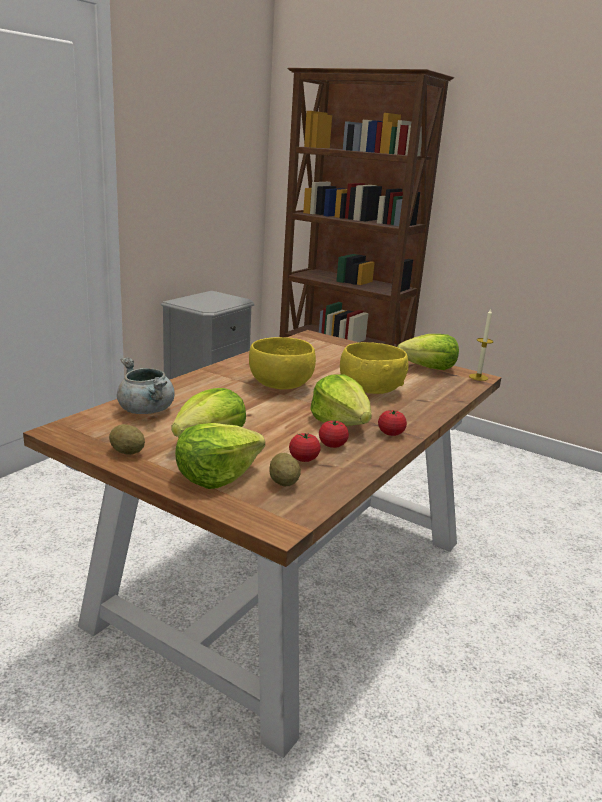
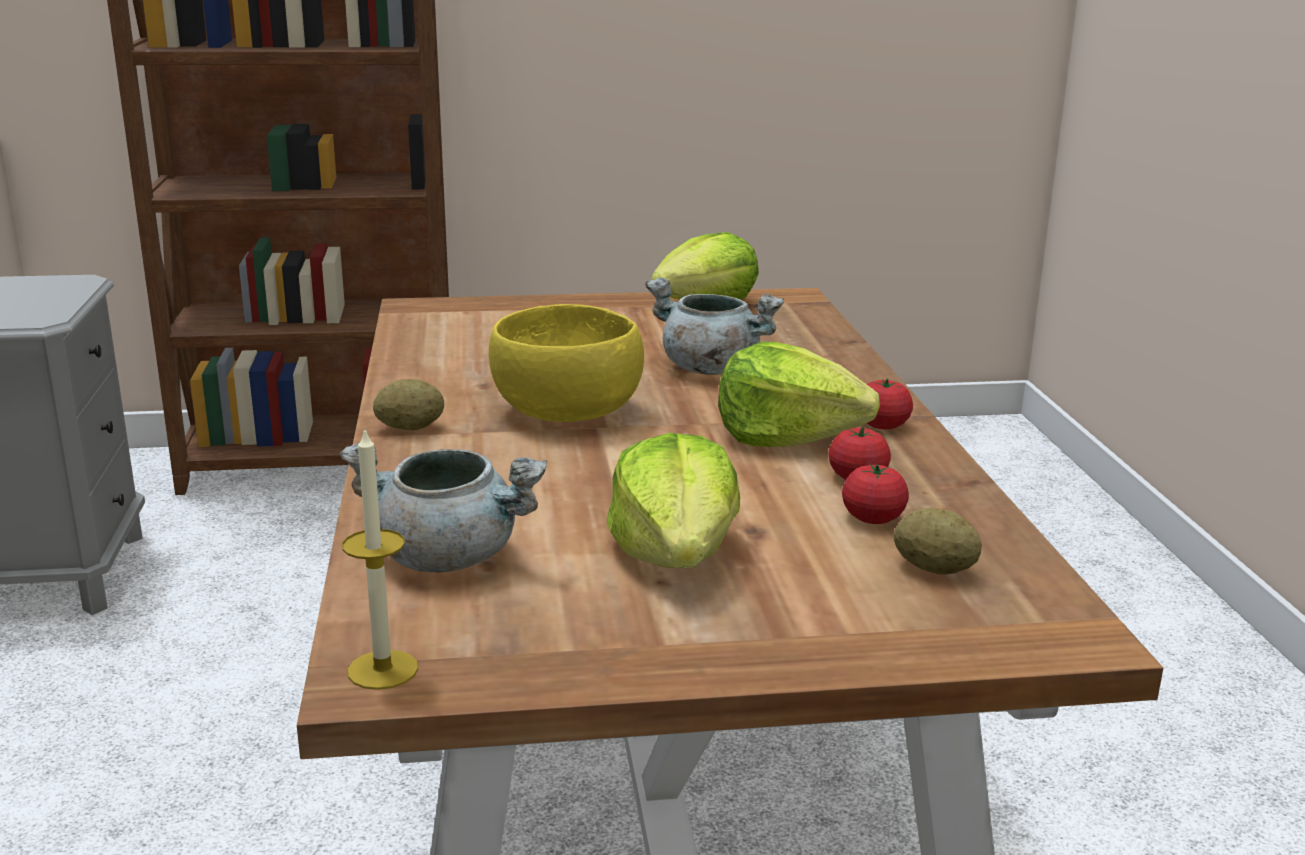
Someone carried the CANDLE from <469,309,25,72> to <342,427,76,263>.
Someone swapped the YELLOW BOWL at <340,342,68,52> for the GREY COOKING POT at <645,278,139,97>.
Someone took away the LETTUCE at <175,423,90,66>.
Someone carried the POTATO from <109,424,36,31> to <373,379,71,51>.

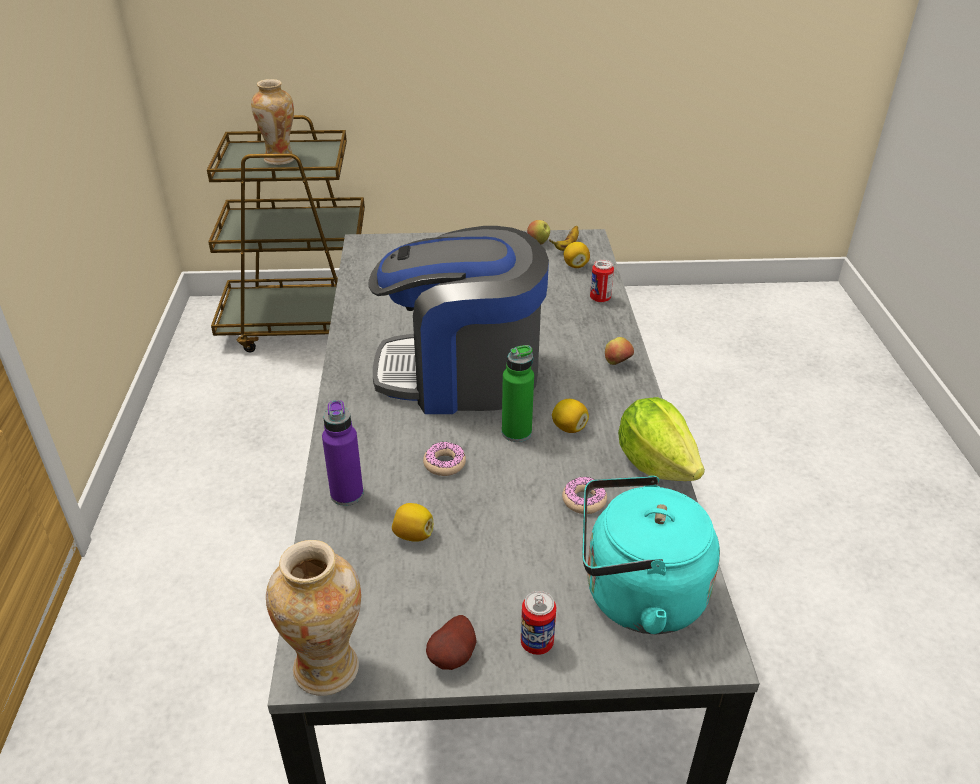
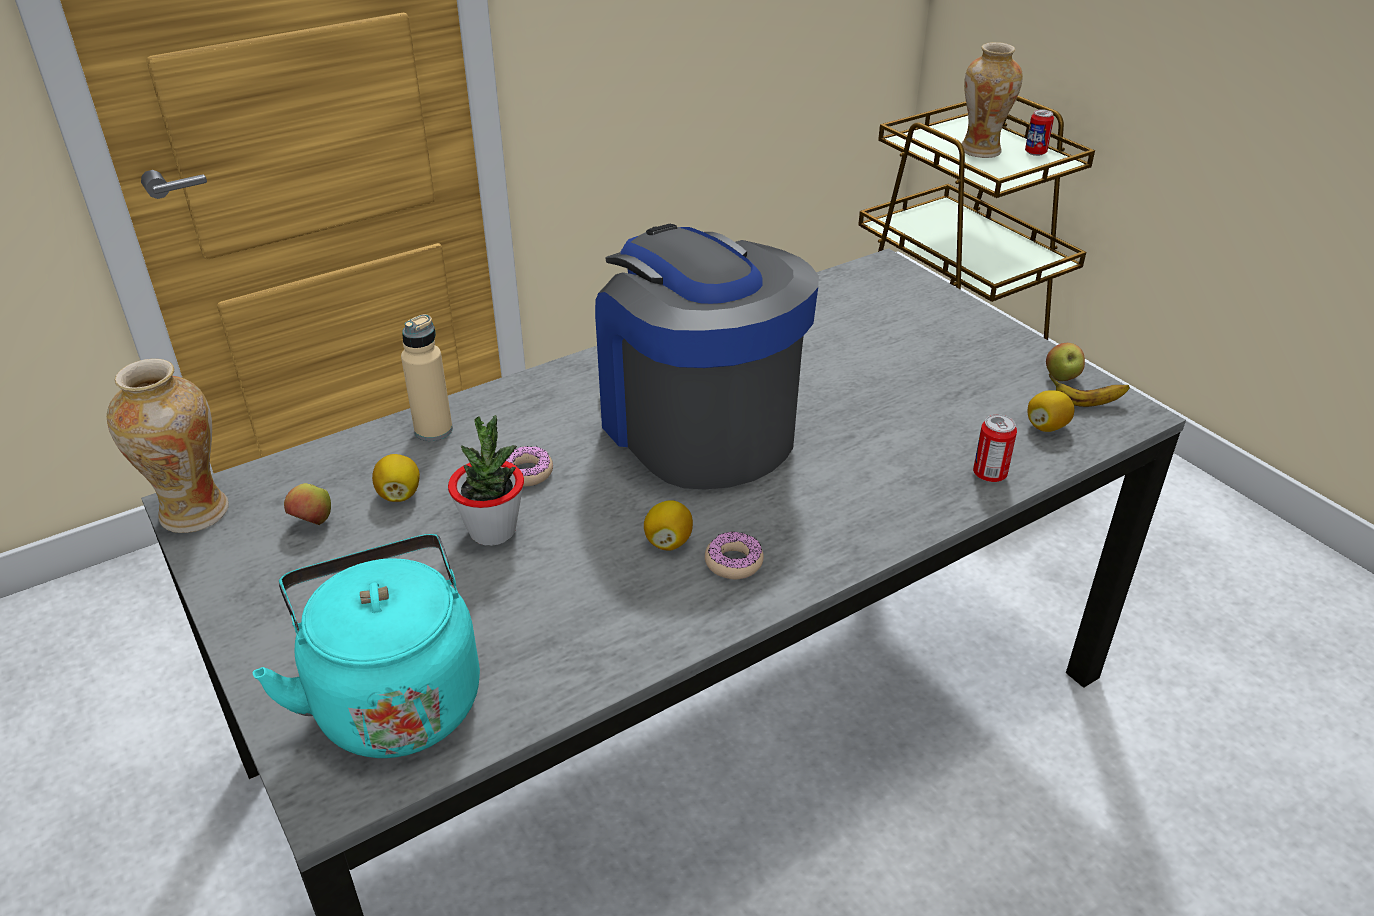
Someone carried the APPLE from <605,337,29,28> to <284,483,47,42>.
Someone took away the GREEN BOTTLE at <502,345,32,97>.
Someone took away the LETTUCE at <618,397,87,84>.
Someone repainted the PURPLE BOTTLE at <322,400,41,106>, which became the BEIGE BOTTLE at <401,314,52,127>.
Someone carried the DONUT from <562,477,45,37> to <705,531,59,48>.
Someone carried the CAN from <521,591,35,64> to <1025,109,29,47>.
Someone took away the POTATO at <426,615,51,55>.
Someone put down the POTTED PLANT at <448,415,76,131>.

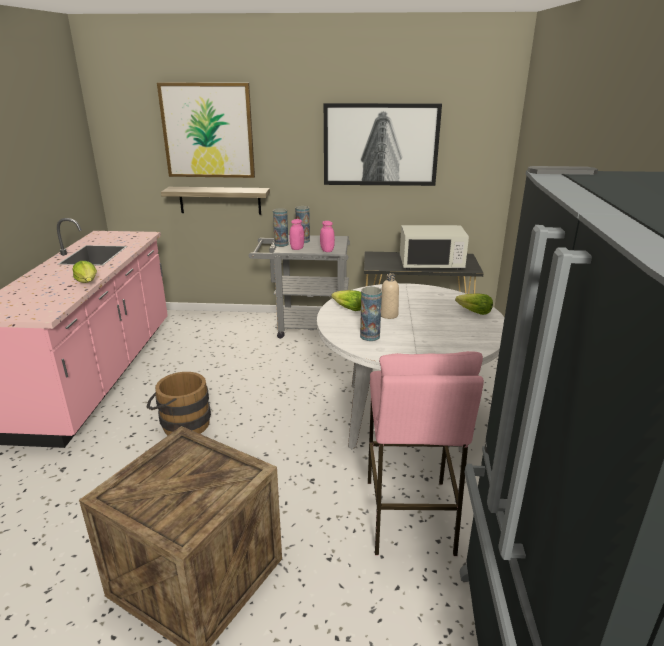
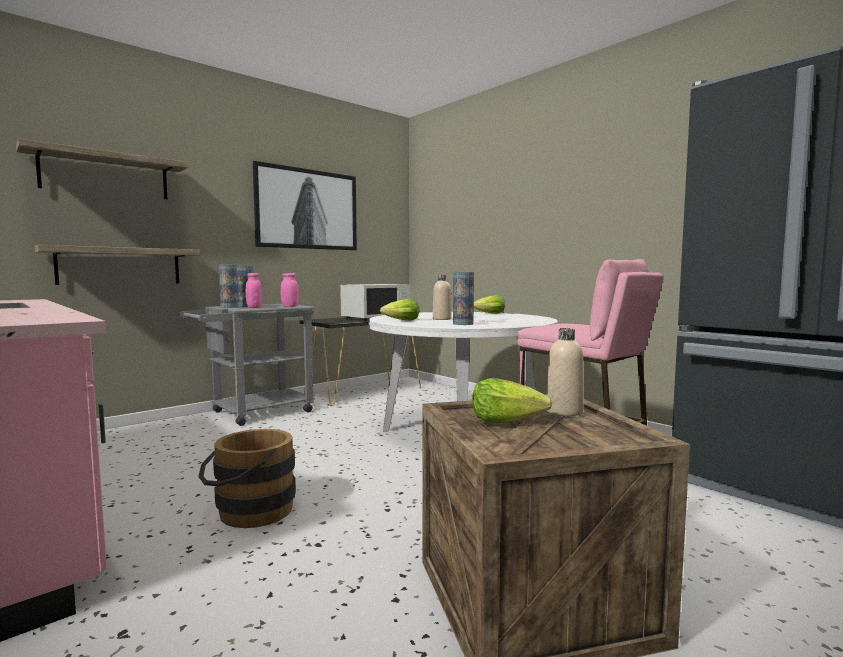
Someone swapped the PICTURE at <157,83,98,95> for the SHELF at <16,139,172,60>.
Someone carried the LETTUCE from <73,261,24,22> to <472,378,80,45>.
Someone put down the BEIGE BOTTLE at <547,328,36,88>.

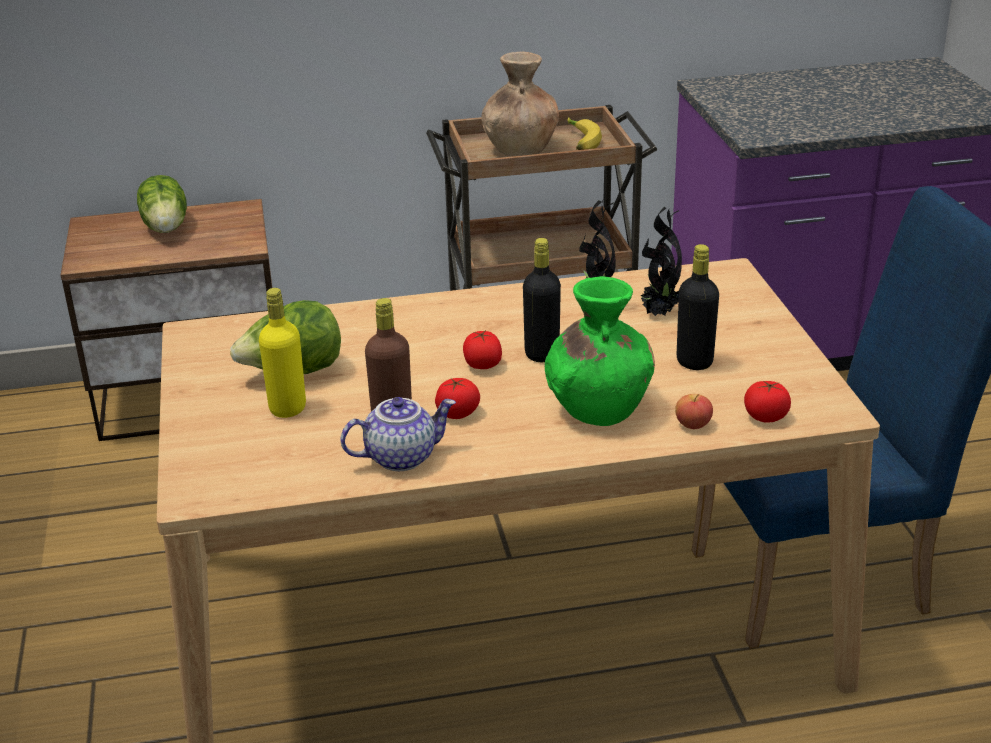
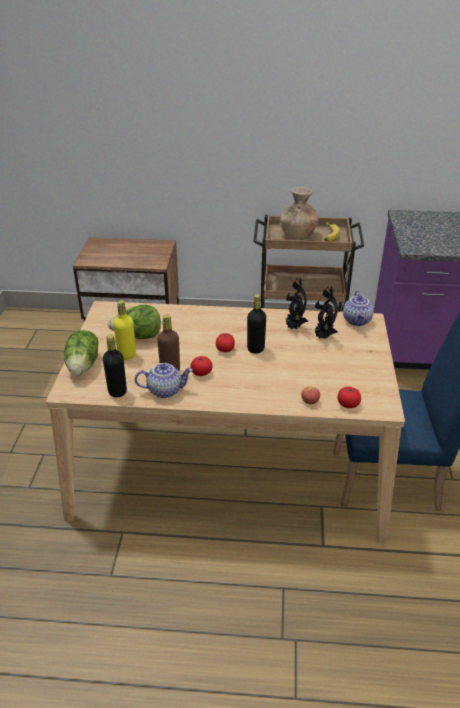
Someone carried the LETTUCE from <137,175,50,58> to <64,330,35,46>.
Someone carried the BLACK BOTTLE from <677,244,42,126> to <103,334,24,64>.
Someone took away the GREEN VASE at <545,276,110,150>.
Someone put down the TEAPOT at <343,291,31,35>.

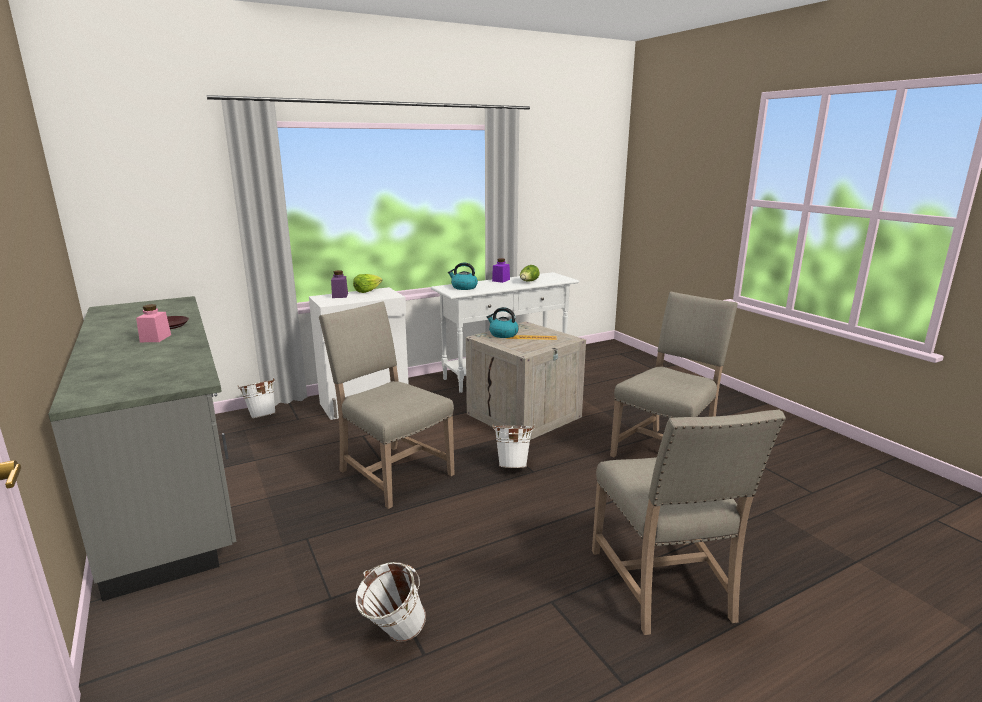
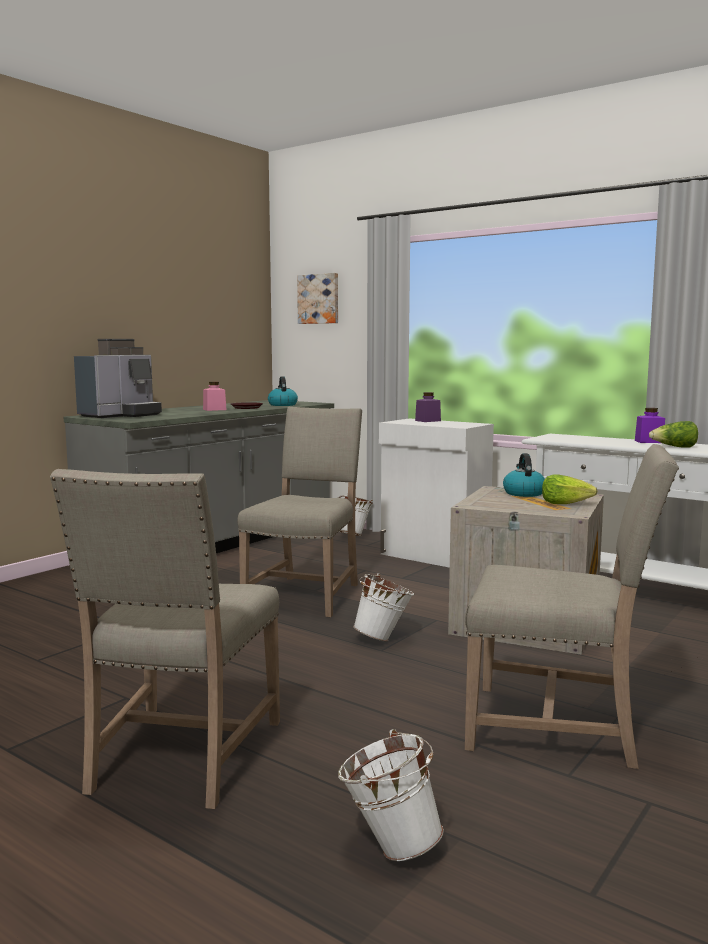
Someone carried the KETTLE from <448,263,30,27> to <268,376,30,30>.
Someone carried the LETTUCE from <353,274,29,19> to <542,474,56,30>.
Someone rotated the BEIGE CHAIR at <592,410,194,225> by 45 degrees counterclockwise.
Someone carried the WHITE BUCKET from <356,562,70,80> to <338,729,106,132>.
Someone put up the PICTURE at <297,273,41,51>.
Someone put down the COFFEE MACHINE at <74,339,88,79>.

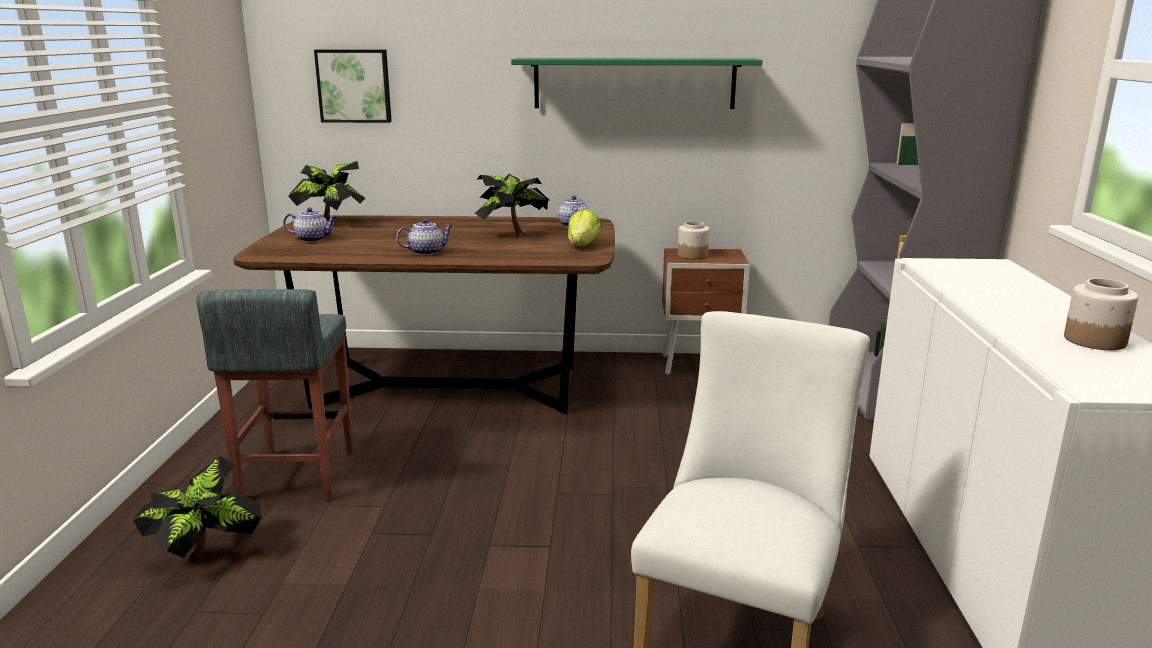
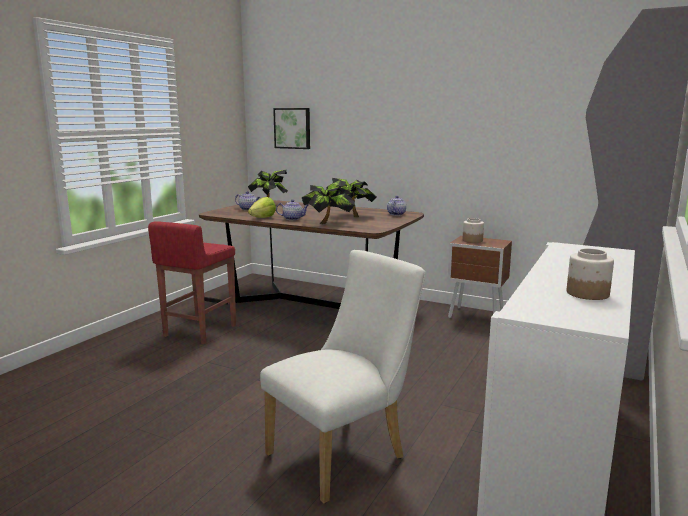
Someone took away the GREEN SHELF at <511,58,252,51>.
Someone carried the LETTUCE from <568,209,33,37> to <248,197,28,21>.
Someone repainted the GREY STOOL at <196,289,158,212>, which became the RED STOOL at <148,221,88,123>.
Someone carried the POTTED PLANT from <133,456,129,108> to <302,180,53,44>.

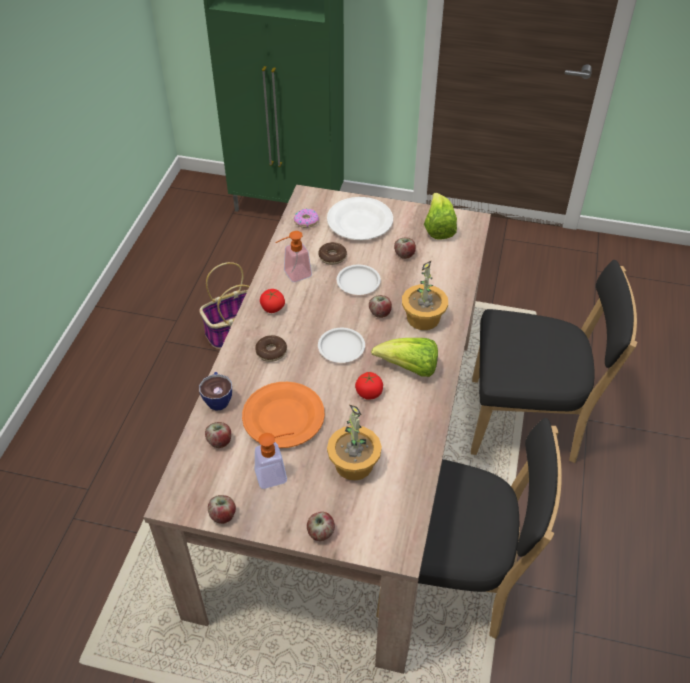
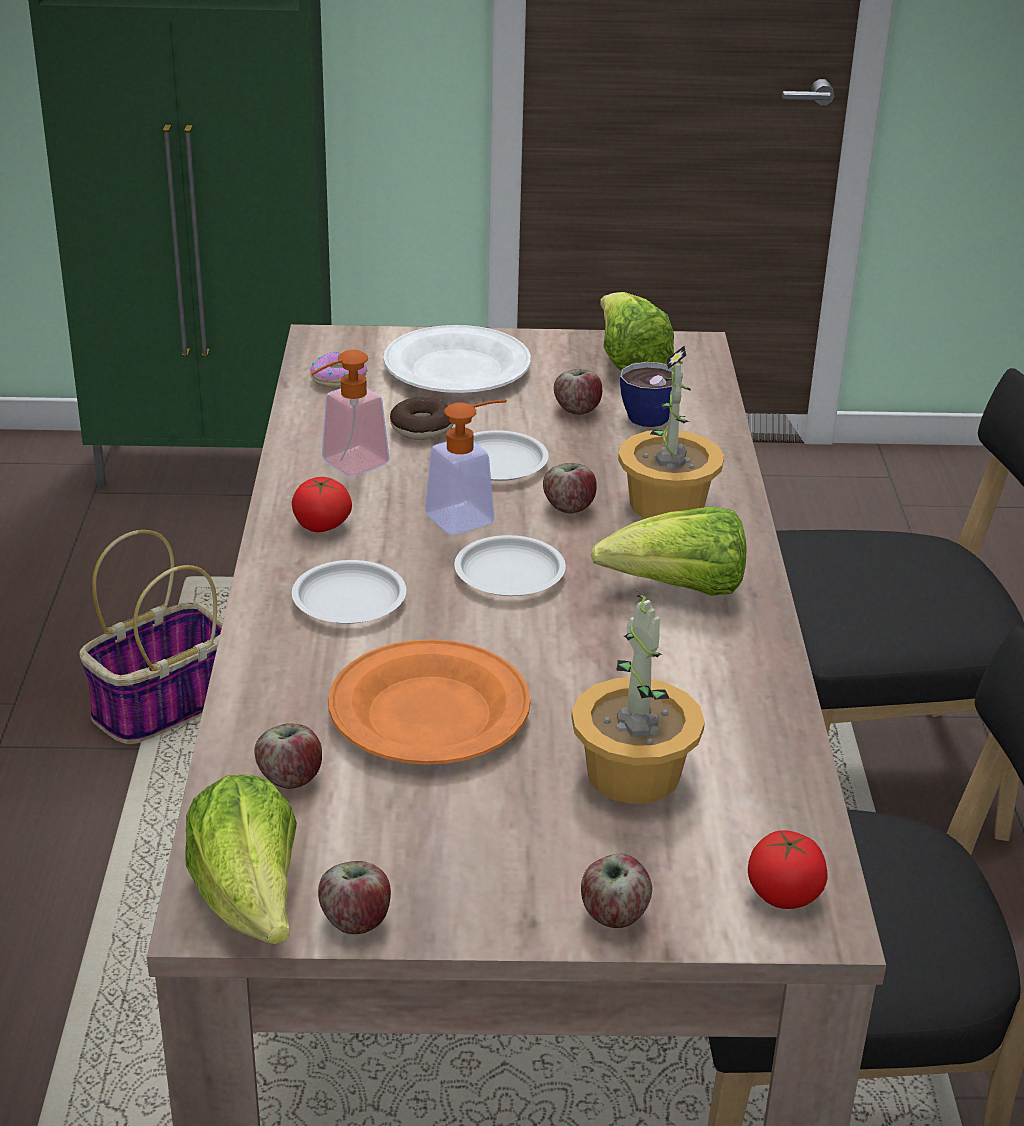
Someone swapped the DONUT at <255,335,32,27> for the WHITE PLATE at <292,560,114,64>.
Someone carried the CUP from <199,372,33,39> to <620,362,63,65>.
Someone carried the TOMATO from <355,372,28,28> to <748,830,80,79>.
Someone carried the SOAP DISPENSER from <255,432,39,57> to <425,400,82,135>.
Someone put down the LETTUCE at <185,774,112,170>.

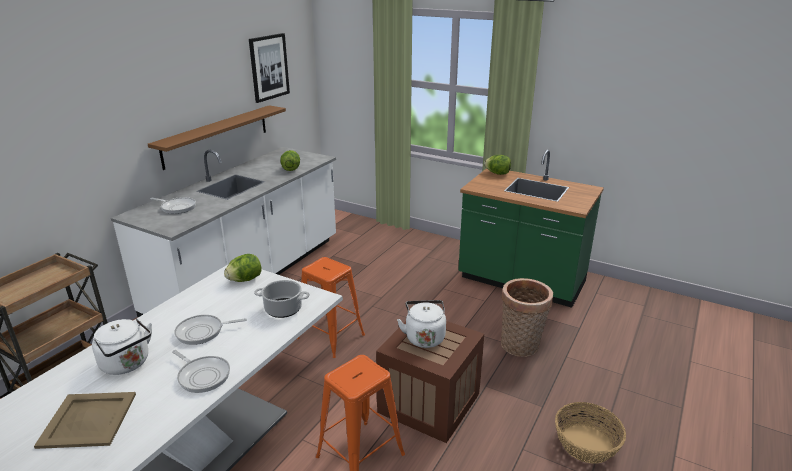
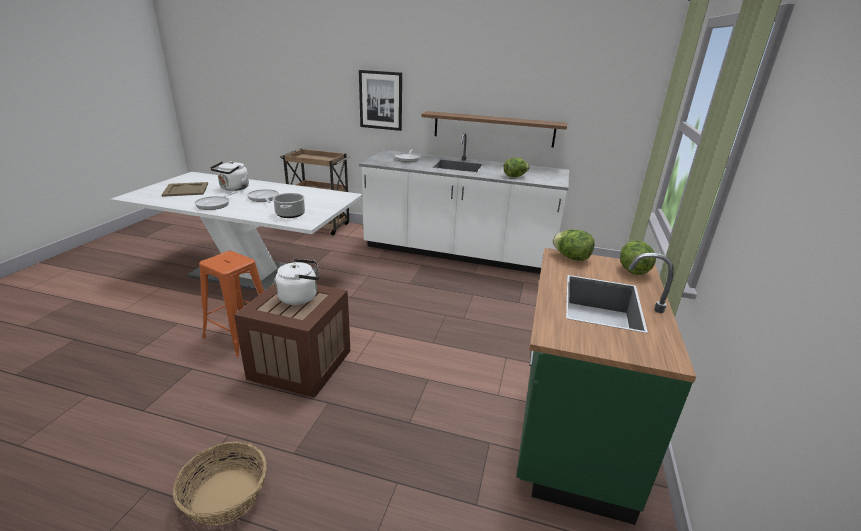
Someone carried the PICTURE from <249,33,41,70> to <359,70,43,61>.
Someone carried the LETTUCE from <224,254,38,28> to <552,229,43,32>.
Someone took away the ORANGE STOOL at <297,257,68,101>.
Someone took away the BASKET at <501,278,52,79>.

